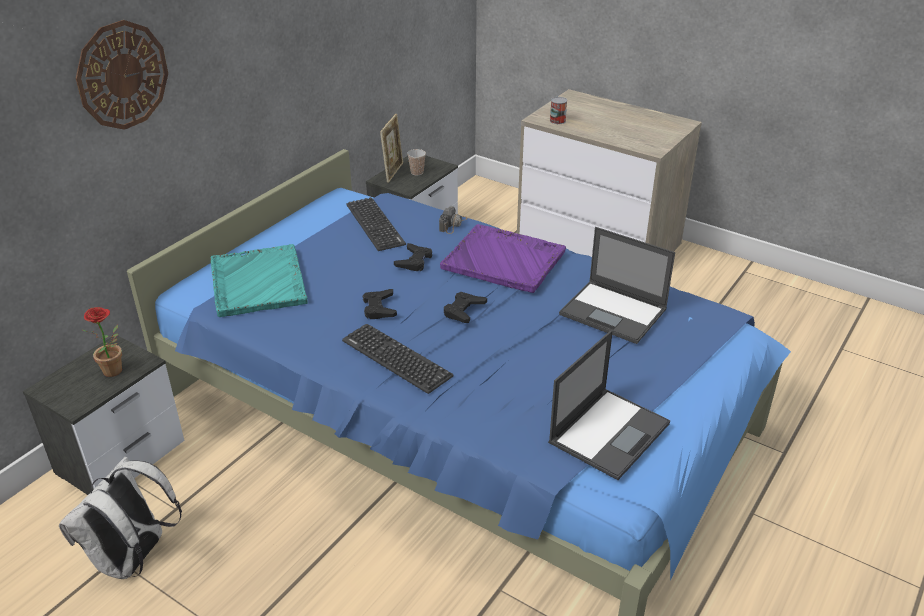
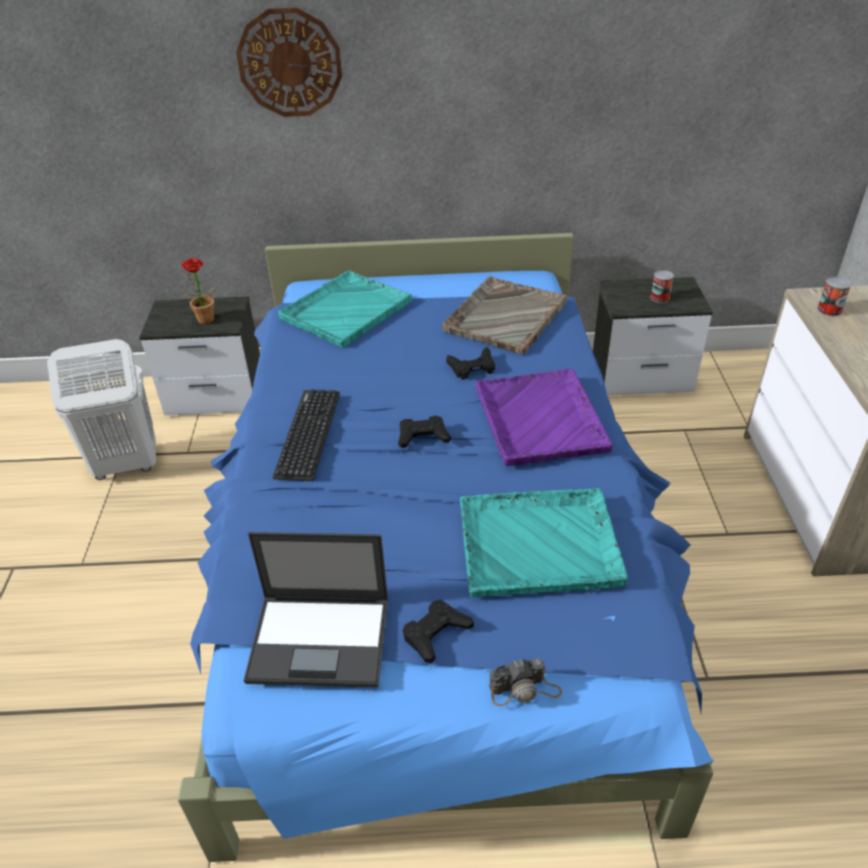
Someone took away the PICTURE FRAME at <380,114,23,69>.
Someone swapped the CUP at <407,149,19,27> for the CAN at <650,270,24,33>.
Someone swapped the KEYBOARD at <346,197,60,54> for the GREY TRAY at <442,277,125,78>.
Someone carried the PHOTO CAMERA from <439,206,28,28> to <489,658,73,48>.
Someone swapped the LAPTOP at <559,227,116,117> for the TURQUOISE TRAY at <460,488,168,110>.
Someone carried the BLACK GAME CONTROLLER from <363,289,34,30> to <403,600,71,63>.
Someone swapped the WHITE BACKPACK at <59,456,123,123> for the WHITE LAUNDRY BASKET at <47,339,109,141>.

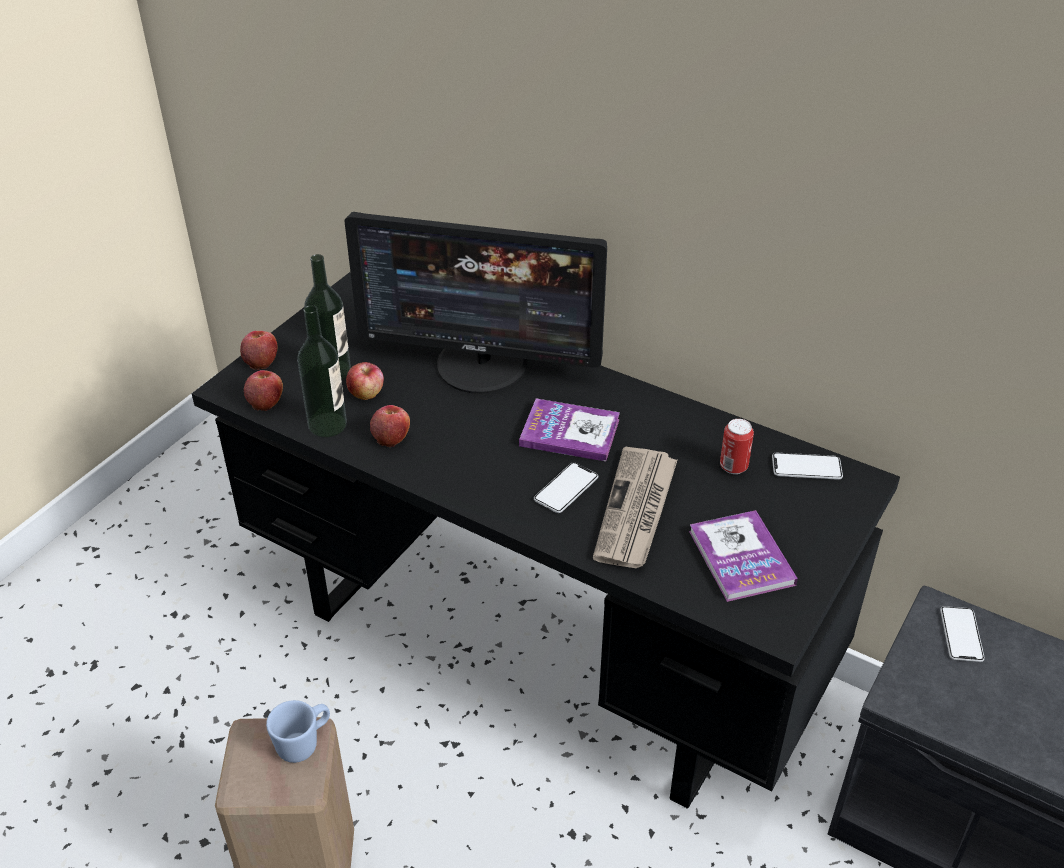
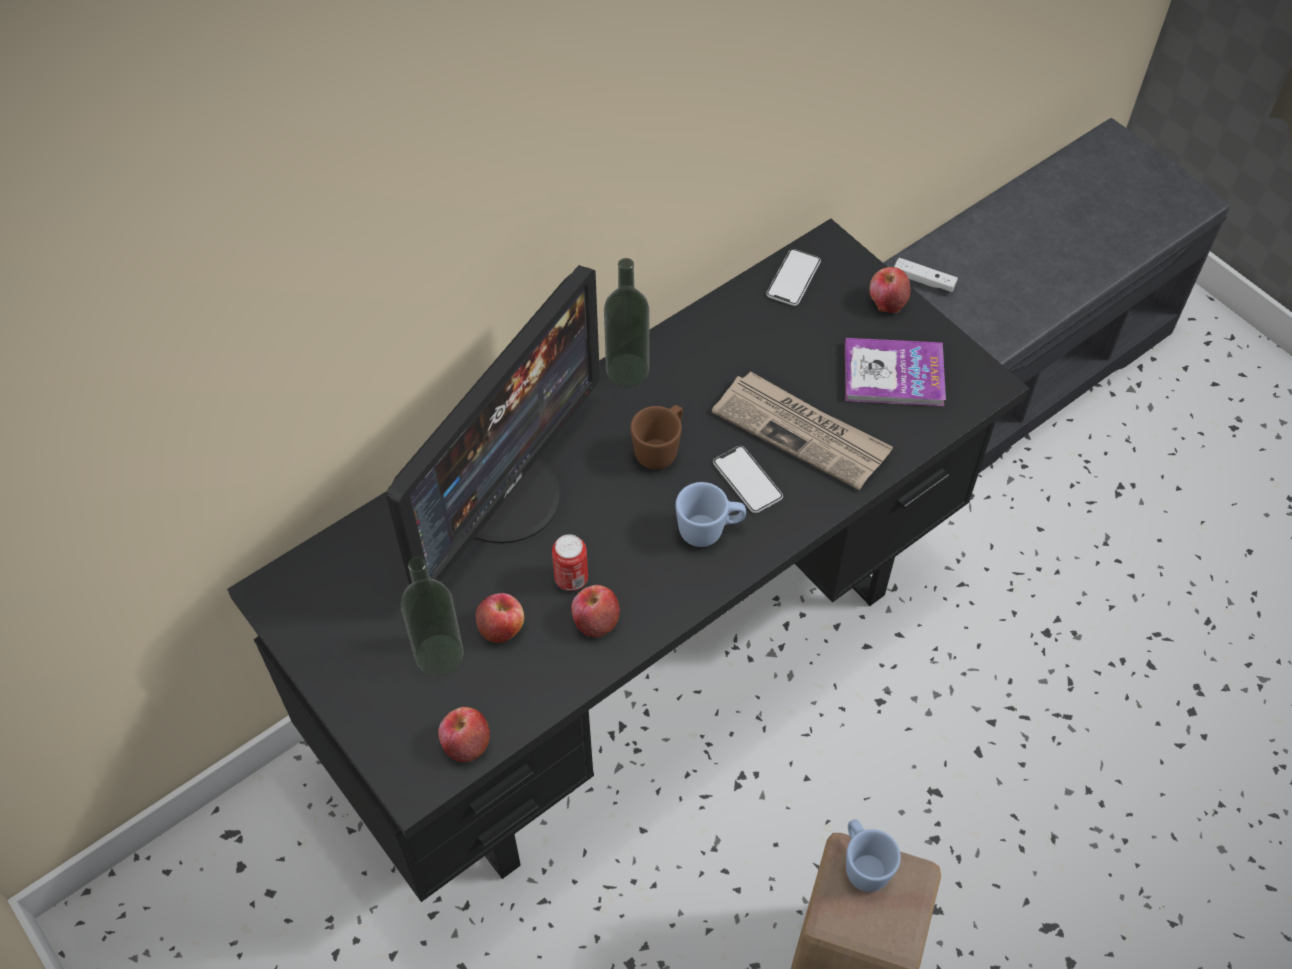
Someone carried the BOTTLE from <297,305,50,132> to <604,258,45,129>.
Someone carried the APPLE from <240,331,38,39> to <869,267,42,46>.
Someone swapped the BOOK at <519,398,101,63> for the BROWN MUG at <630,405,53,64>.
Someone carried the CAN from <720,419,34,55> to <552,534,36,57>.
Someone swapped the PHONE at <940,606,45,56> for the WHITE GAME CONTROLLER at <894,258,64,34>.
Someone put down the BLUE MUG at <675,482,71,65>.

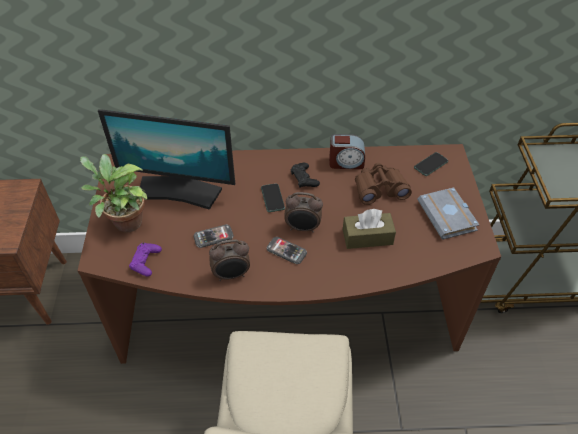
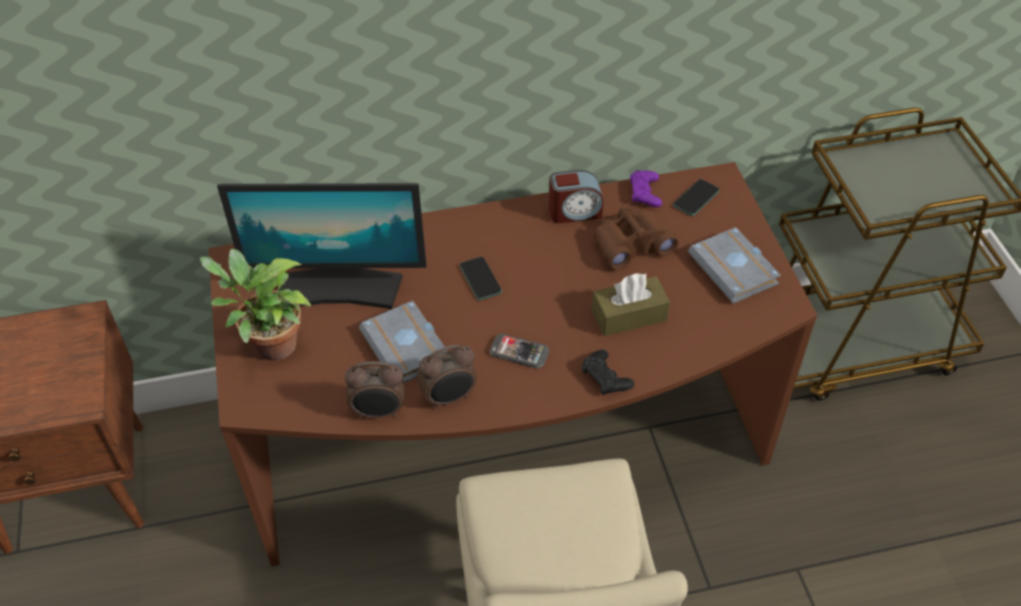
Someone carried the BLACK GAME CONTROLLER from <291,163,29,25> to <582,350,52,45>.
Someone carried the ALARM CLOCK from <285,192,38,41> to <345,361,60,58>.
Someone swapped the PHONE at <193,224,41,24> for the GREY BOOK at <359,301,89,82>.
Someone carried the PURPLE GAME CONTROLLER from <129,243,33,34> to <630,170,32,37>.

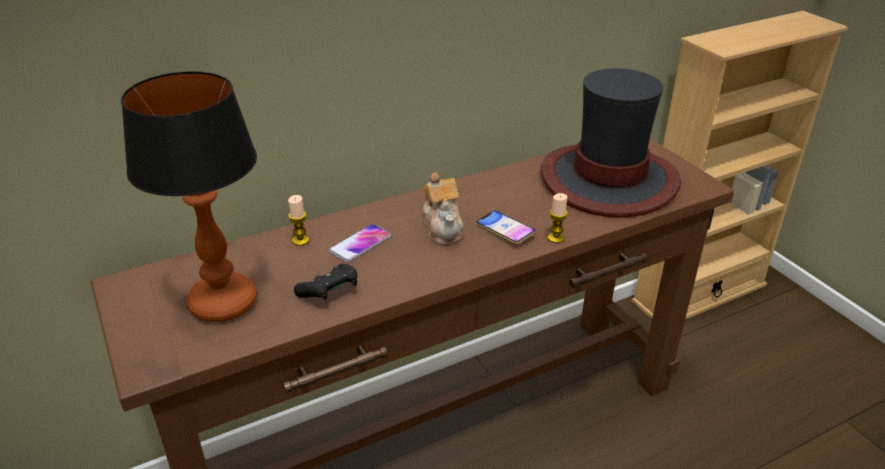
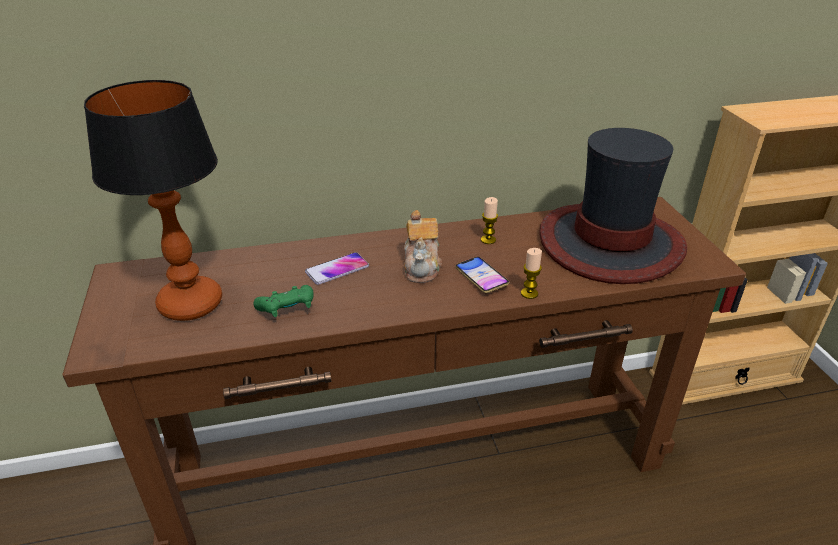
Someone carried the CANDLE from <288,195,21,51> to <481,197,17,47>.
Someone repainted the BLACK GAME CONTROLLER at <294,264,64,37>, which became the GREEN GAME CONTROLLER at <253,285,60,32>.

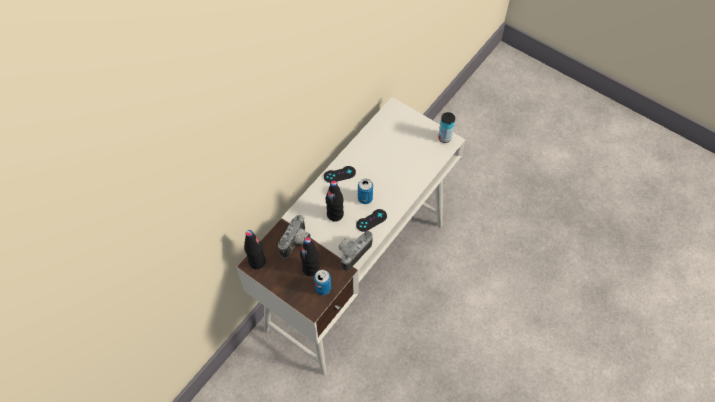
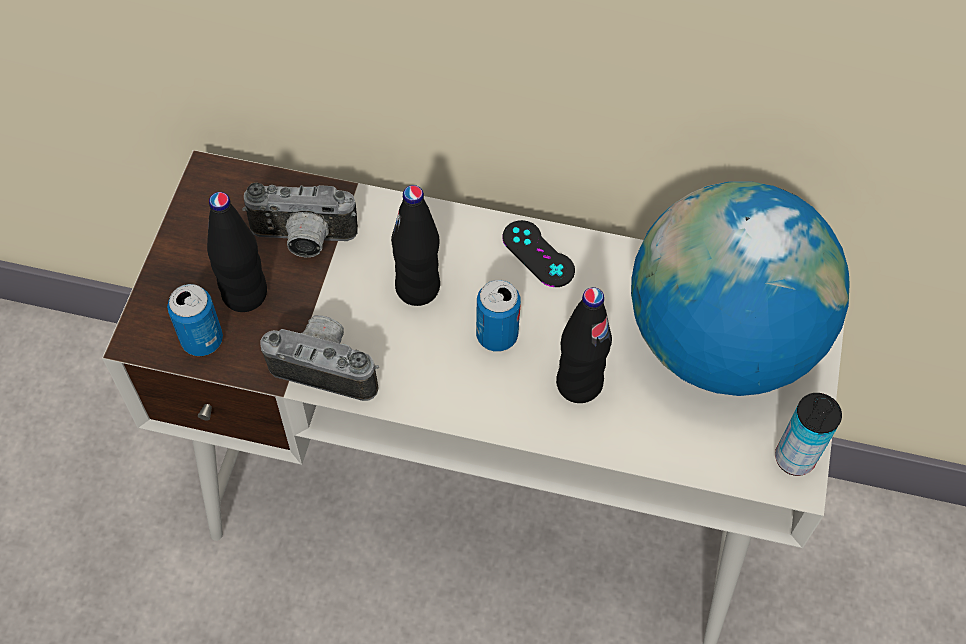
Someone took away the BLACK GAME CONTROLLER at <356,209,31,23>.
Someone carried the BLACK BOTTLE from <244,230,22,39> to <556,287,56,116>.
Someone put down the GLOBE at <631,182,219,214>.

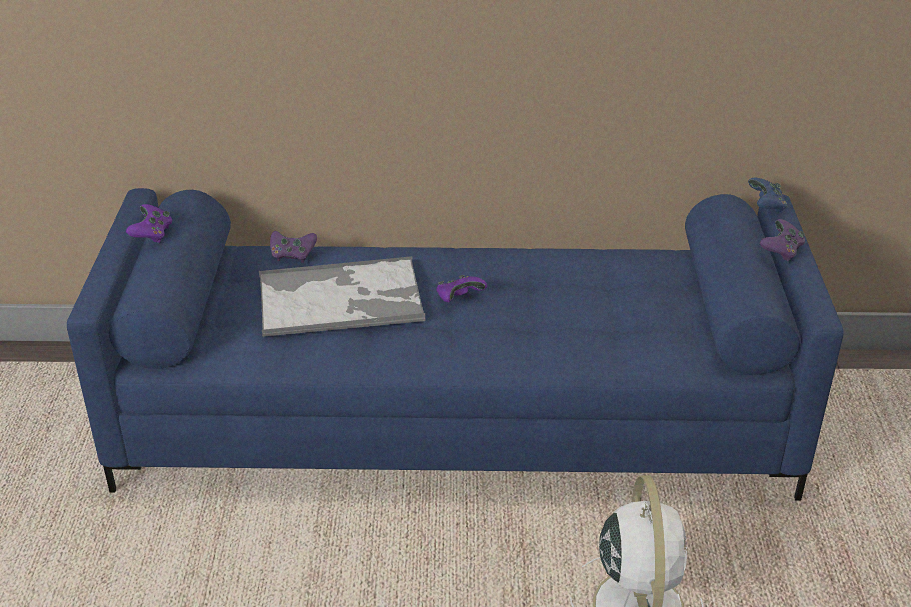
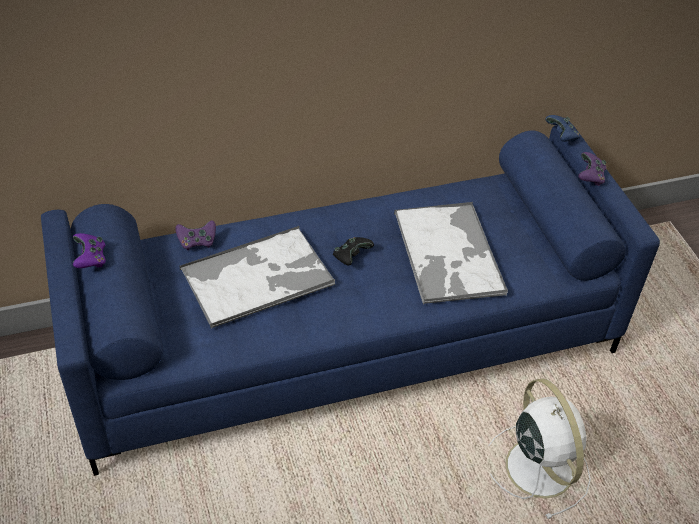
Someone repainted the PURPLE GAME CONTROLLER at <436,275,51,27>, which became the BLACK GAME CONTROLLER at <333,237,41,28>.
Someone put down the TRAY at <394,202,114,102>.

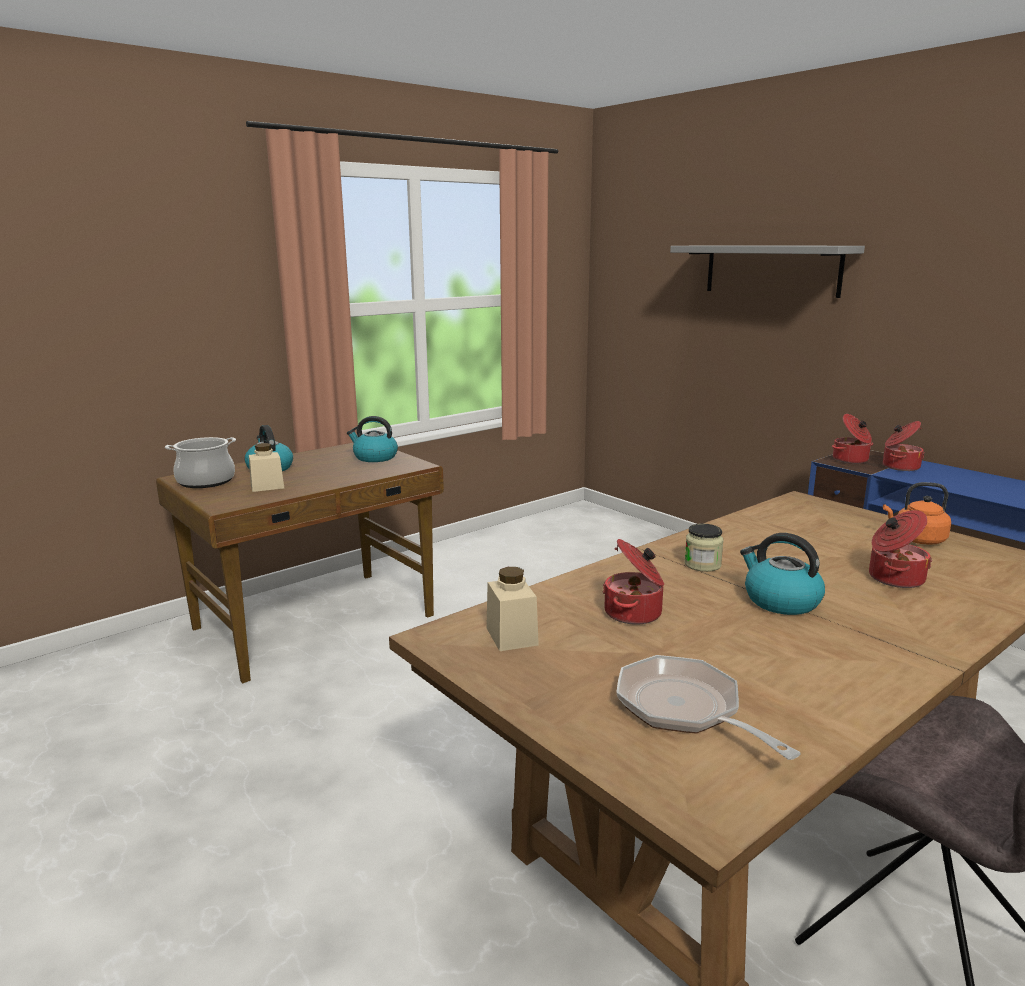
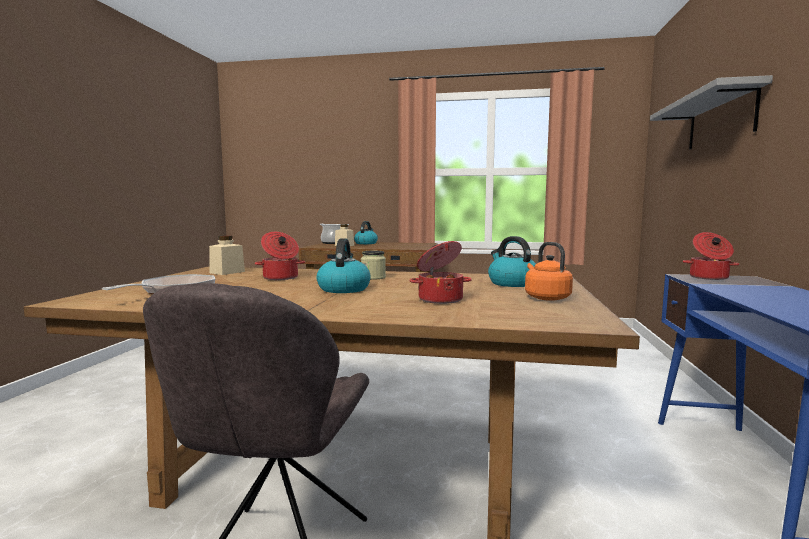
Someone carried the KETTLE from <347,416,51,46> to <488,236,48,51>.
Someone took away the COOKING POT at <883,421,42,50>.

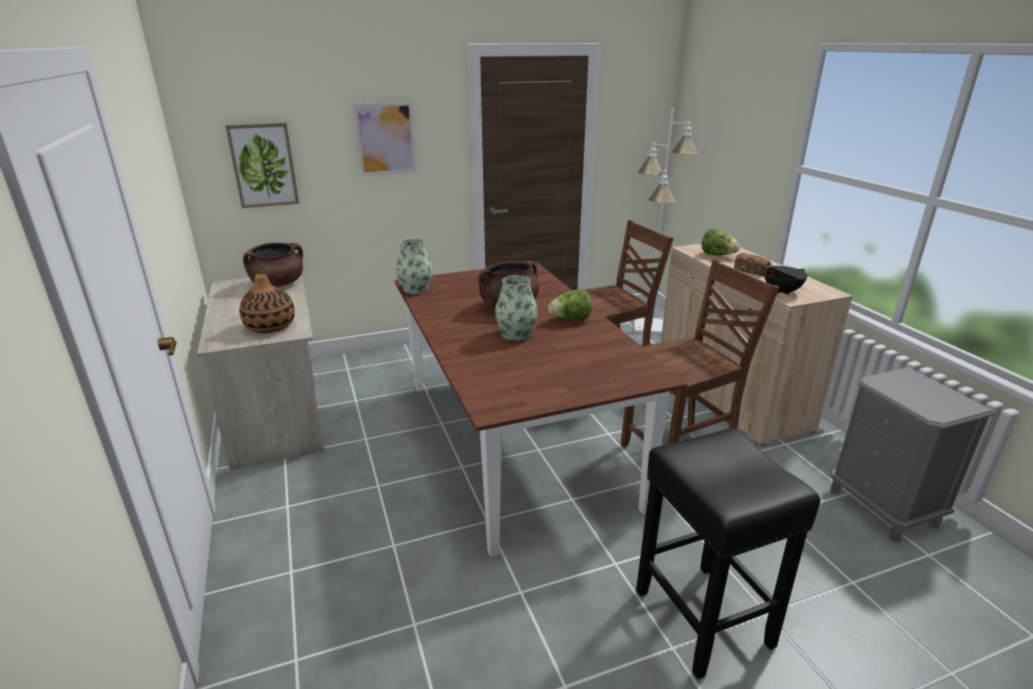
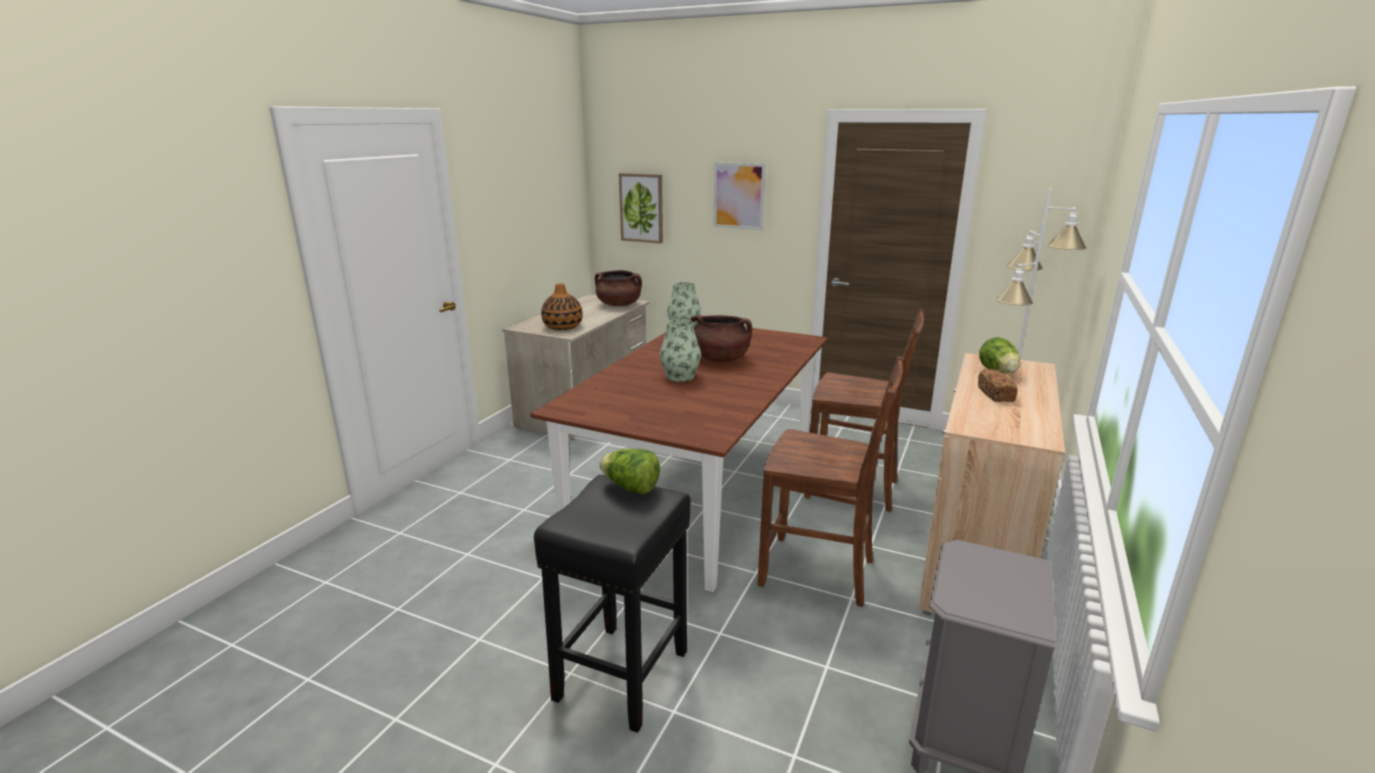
Someone took away the BLACK COOKING POT at <762,265,46,30>.
Someone carried the LETTUCE from <548,289,44,31> to <600,449,60,45>.

